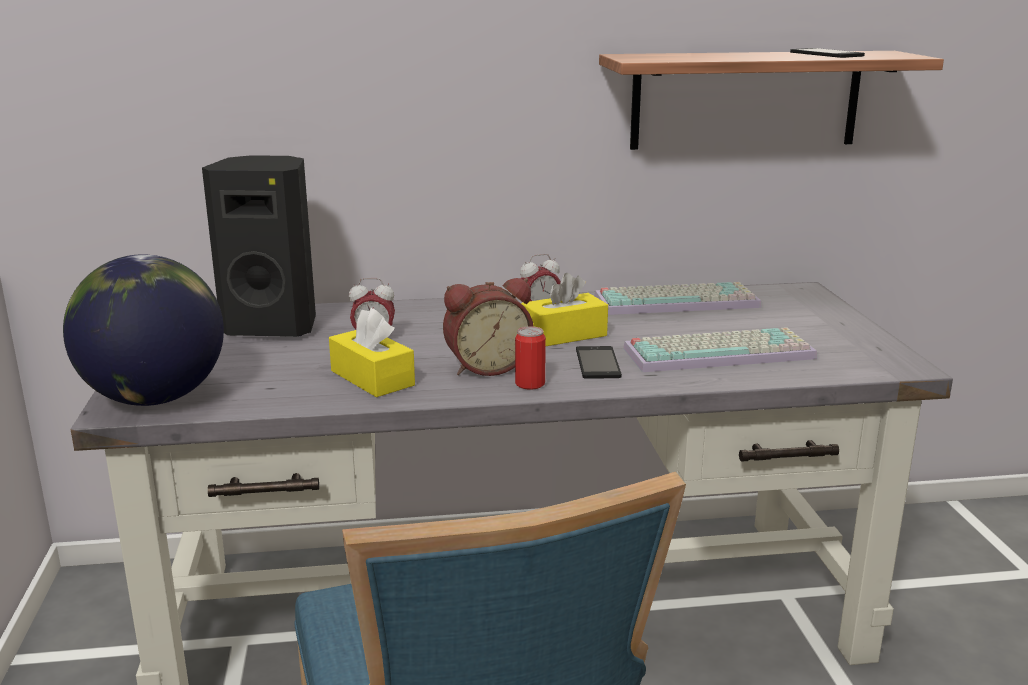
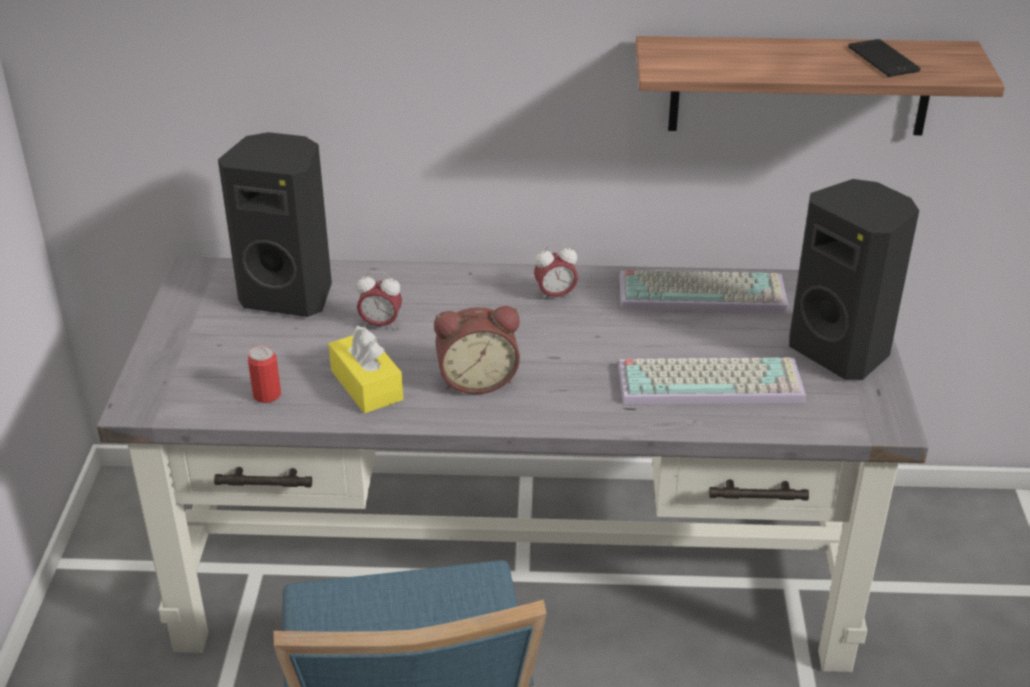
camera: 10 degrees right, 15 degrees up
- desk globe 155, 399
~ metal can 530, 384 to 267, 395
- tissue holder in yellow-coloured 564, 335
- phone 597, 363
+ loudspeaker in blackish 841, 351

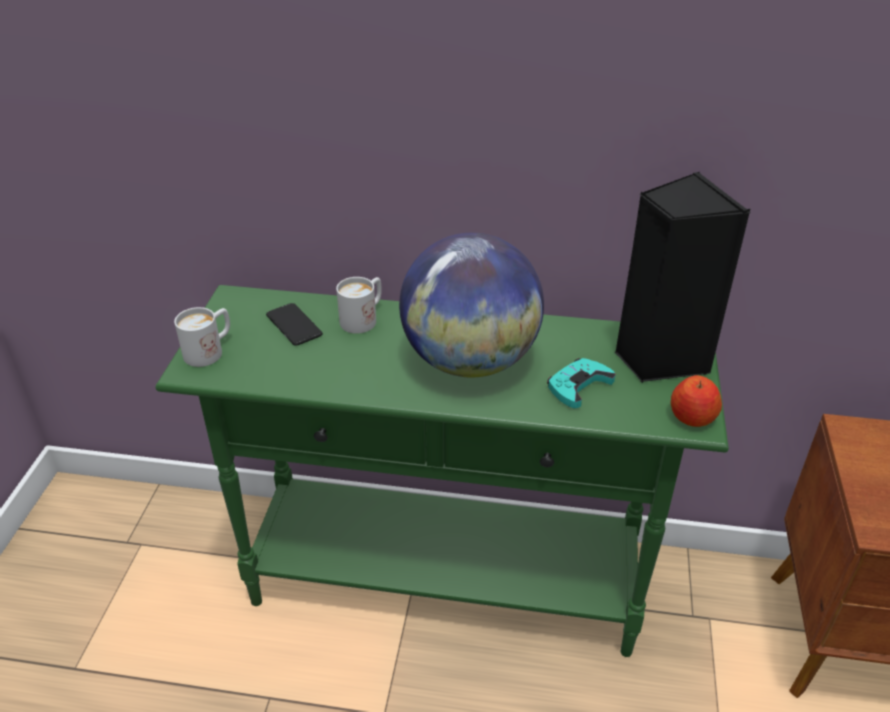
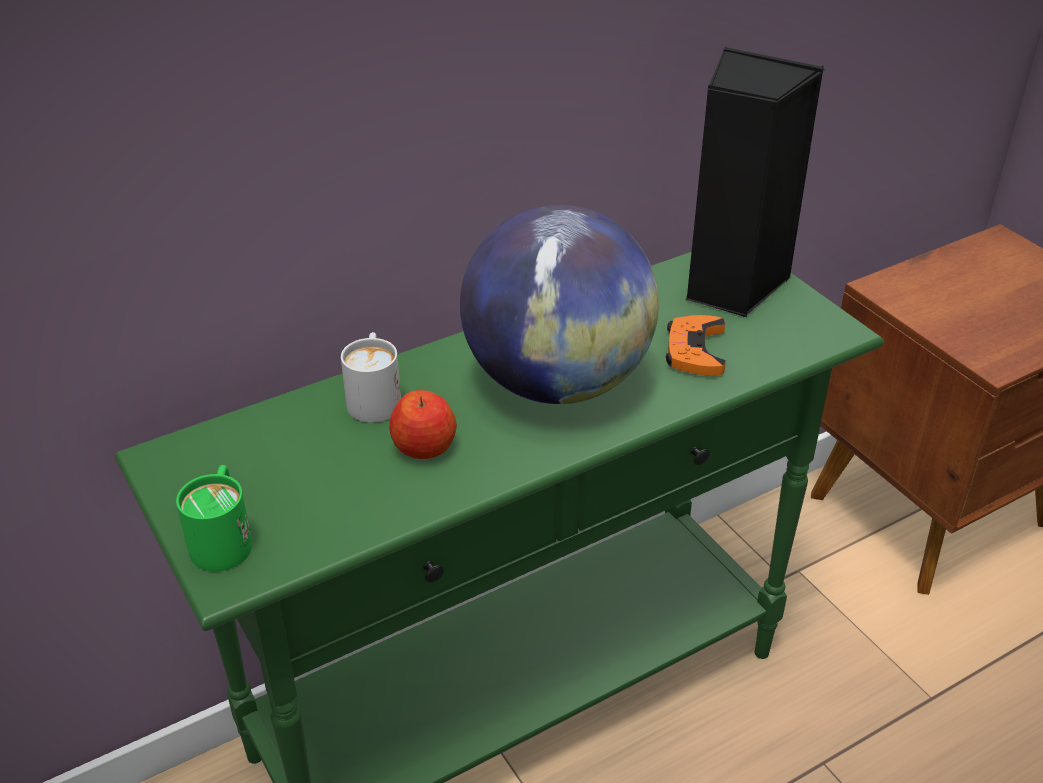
camera: 40 degrees left, 0 degrees up
~ coffee mug in white-coloured 210, 350 to coffee mug in green-coloured 224, 538
- phone 294, 325
~ game controller in turquoise 578, 386 to game controller in orange 694, 351
~ whole apple 692, 417 to 424, 447

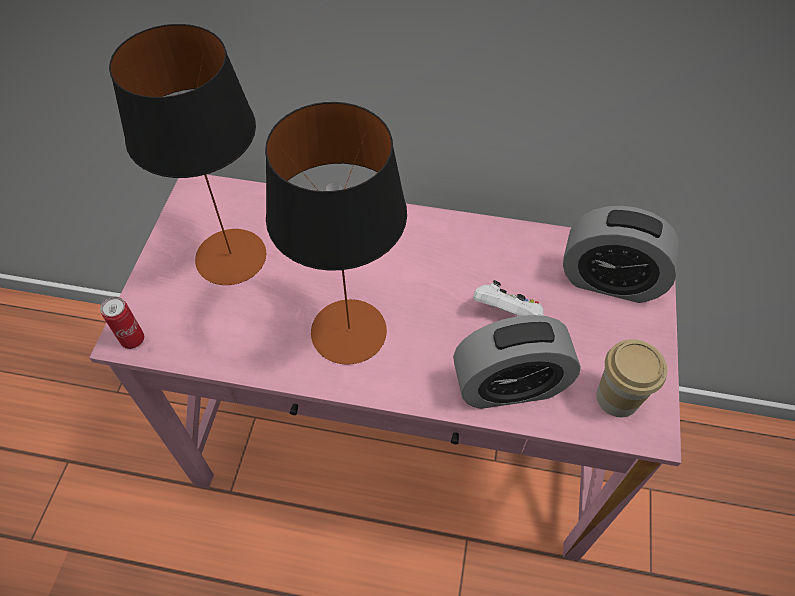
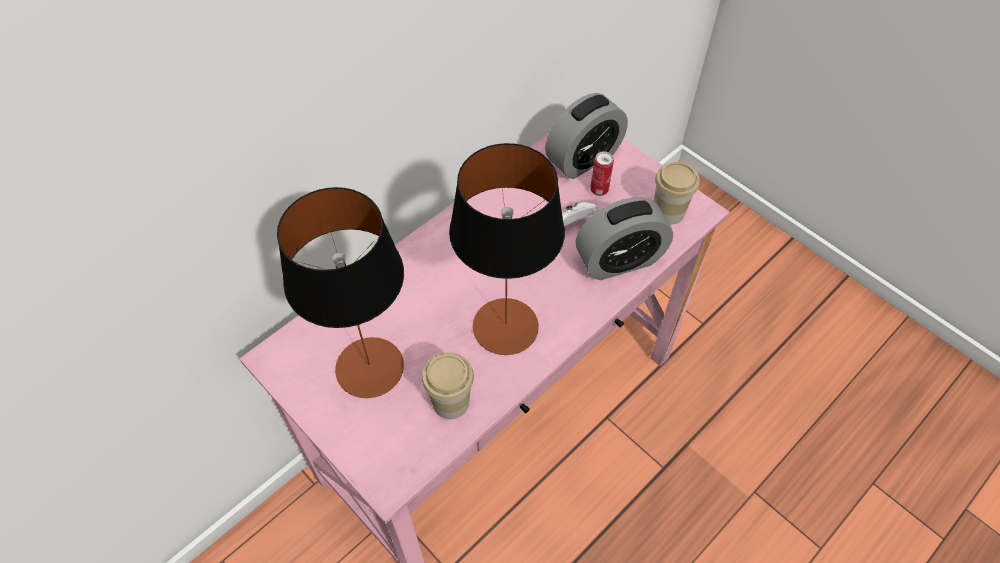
camera: 55 degrees left, 0 degrees up
~ metal can 133, 340 to 599, 190
~ table clock 509, 385 = 619, 260 45 degrees clockwise
+ cup 450, 402

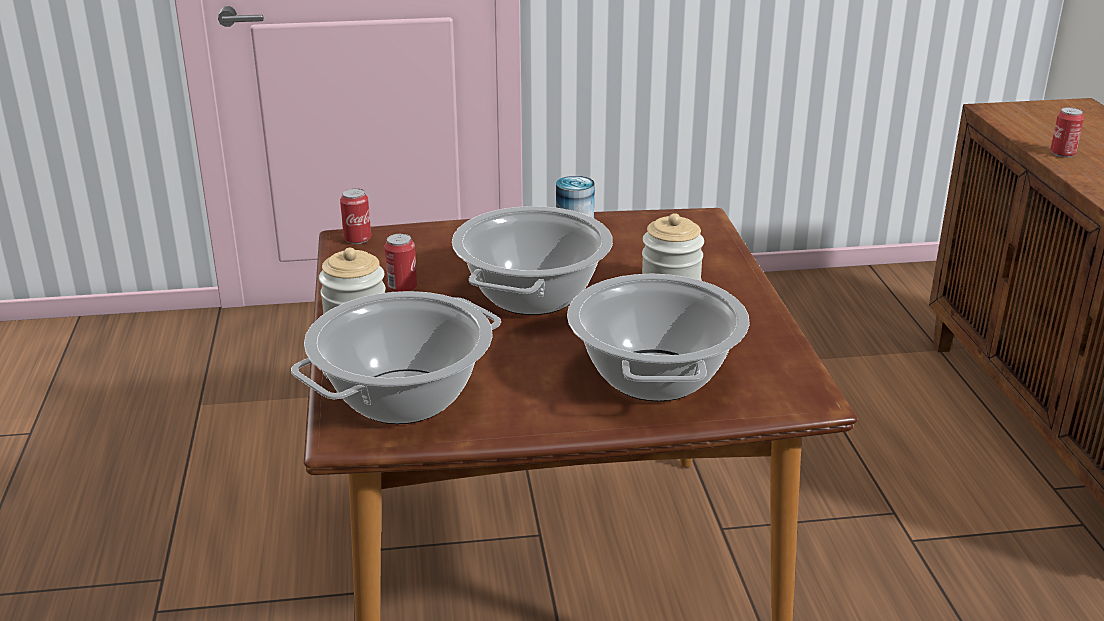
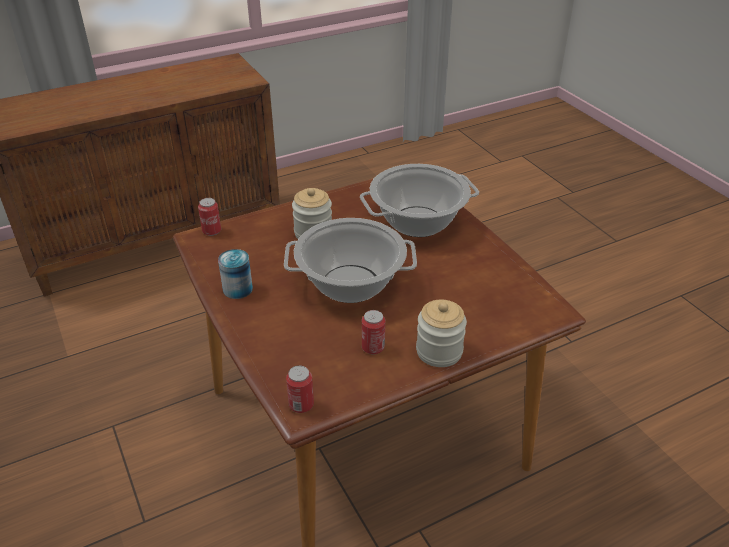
camera: 110 degrees left, 10 degrees up
- cooking pot 403, 398
~ metal can 1062, 153 to 212, 231

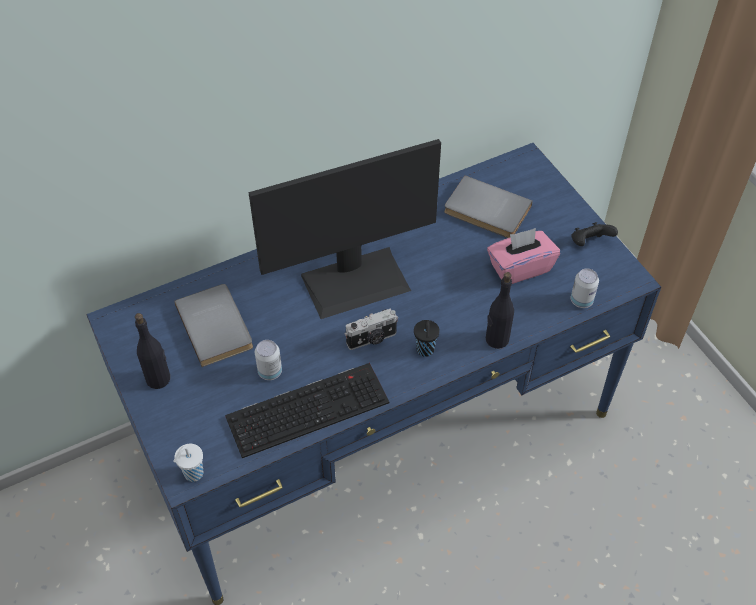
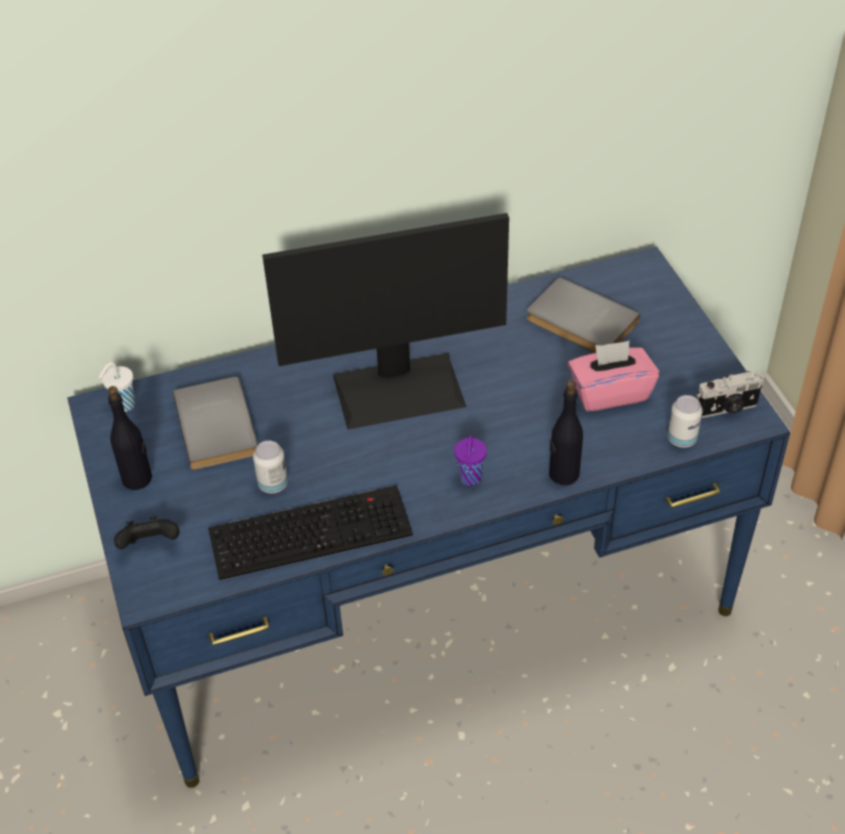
camera: 10 degrees right, 5 degrees down
~ cup in white-coloured 192, 474 to 123, 405
~ still camera 372, 339 to 727, 409
~ cup in blackish 425, 350 to cup in purple-coloured 470, 479
~ game controller in blackish 589, 243 to 150, 545

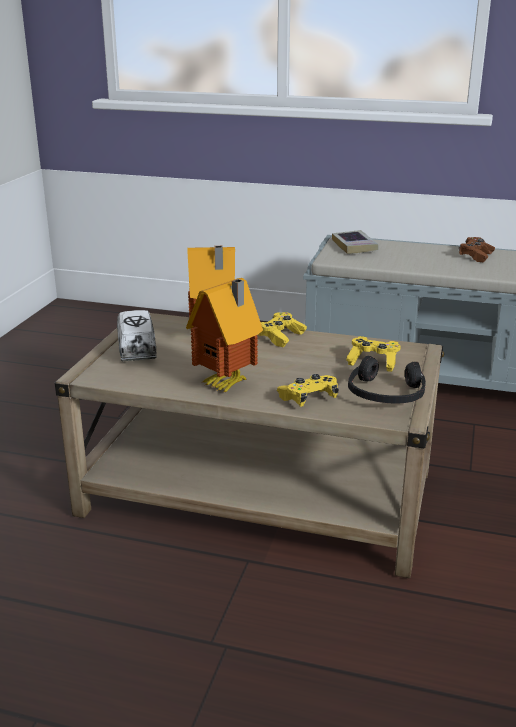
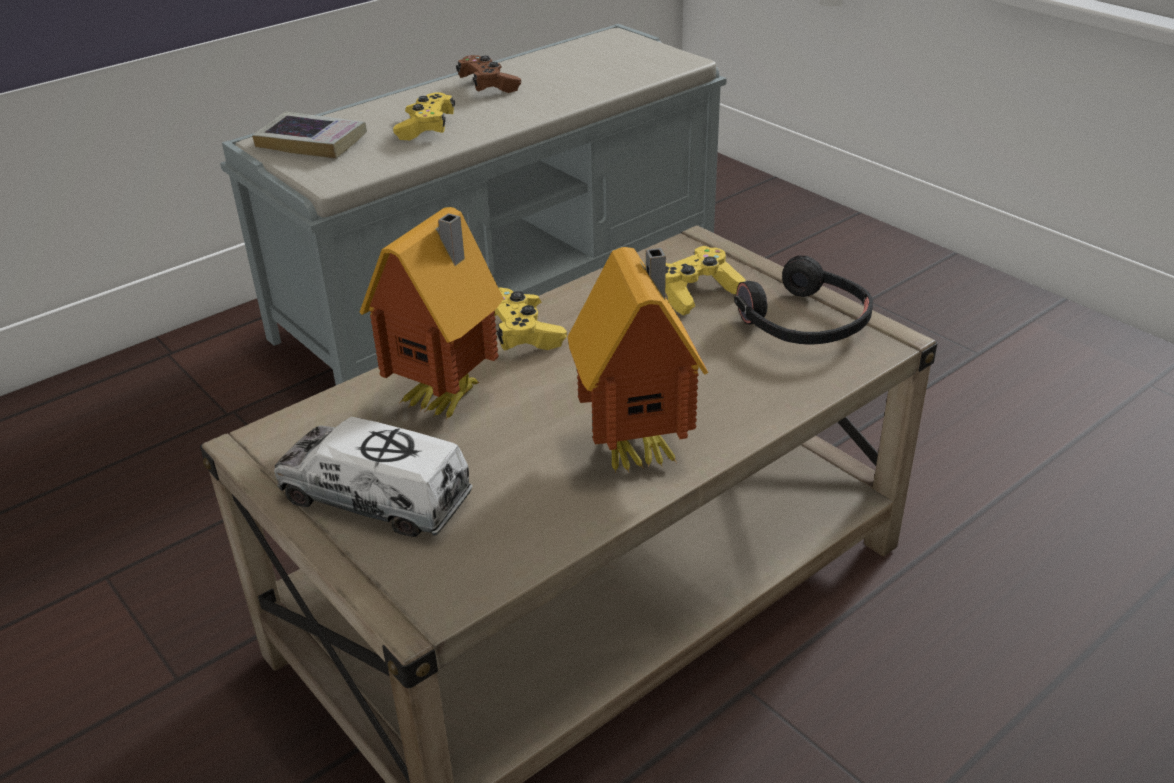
camera: 55 degrees left, 10 degrees up
~ game controller in yellow-coloured 308, 399 to 426, 128

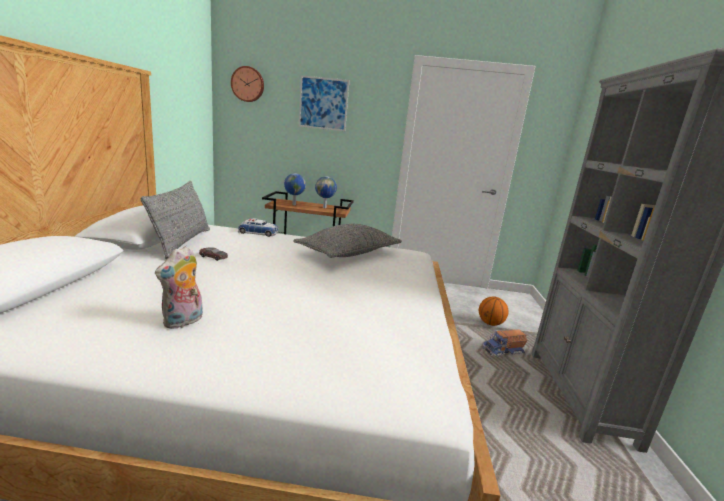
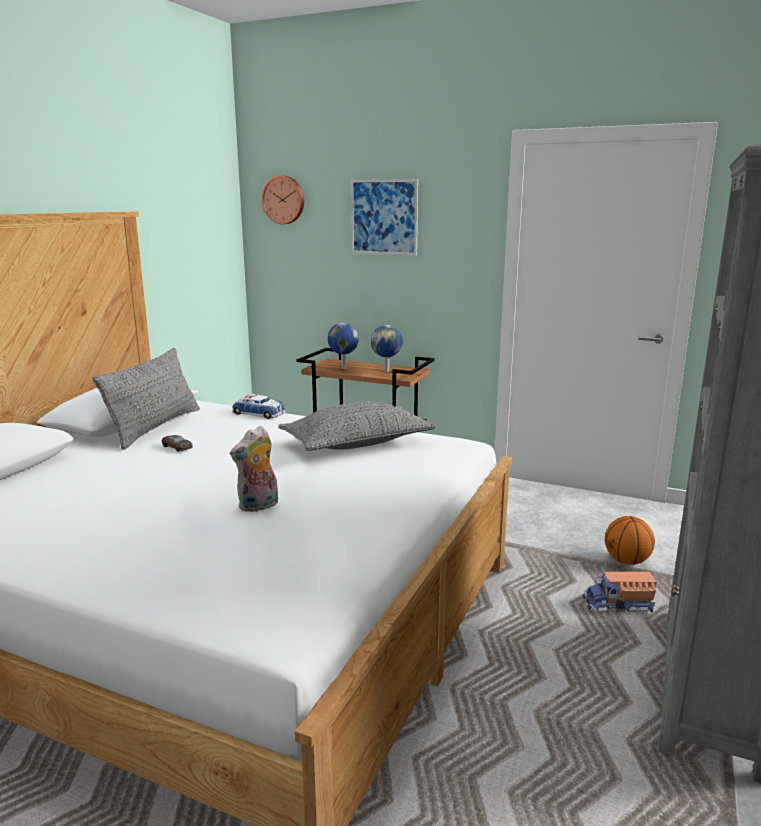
camera: 20 degrees right, 0 degrees up
~ soft toy 183, 322 to 259, 506

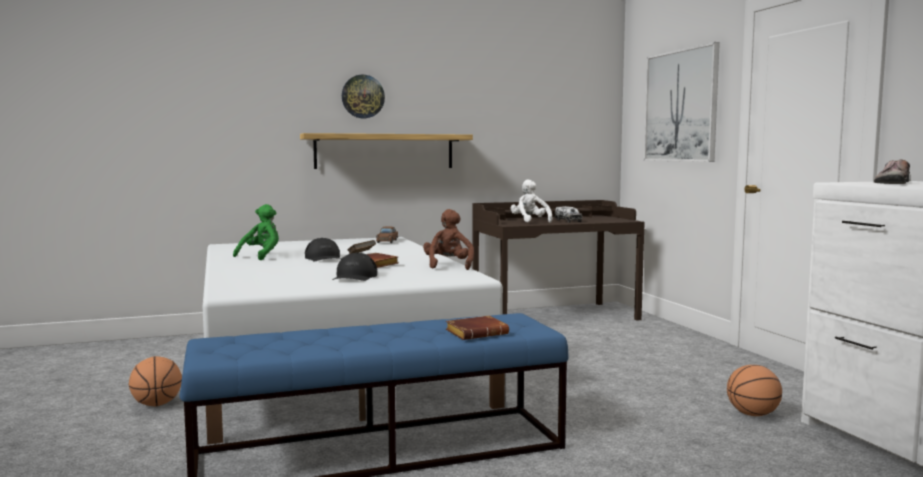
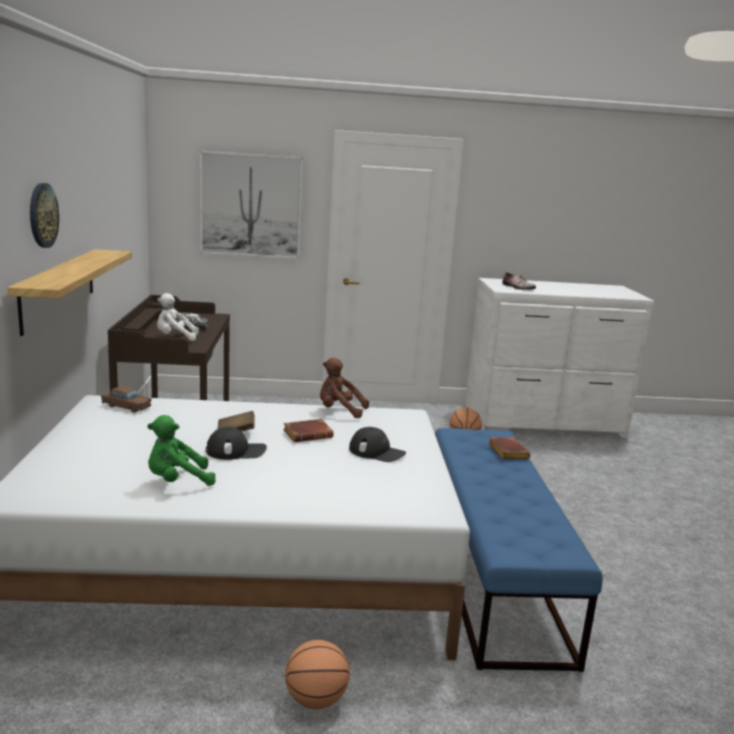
camera: 75 degrees left, 10 degrees up
~ soft toy in green-coloured 261, 256 = 177, 481 60 degrees counterclockwise

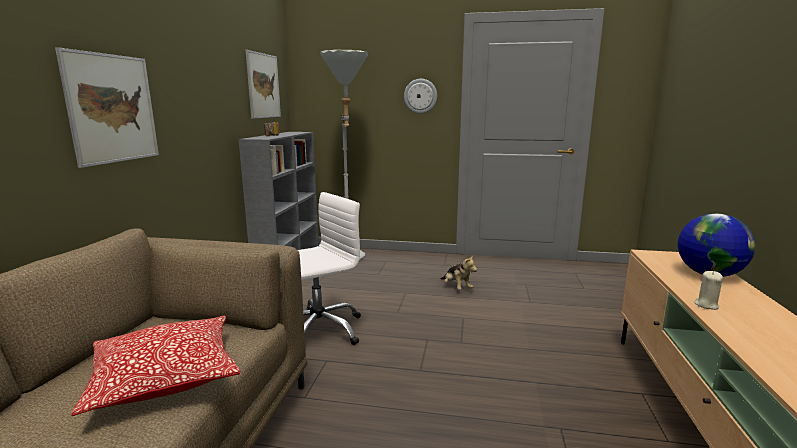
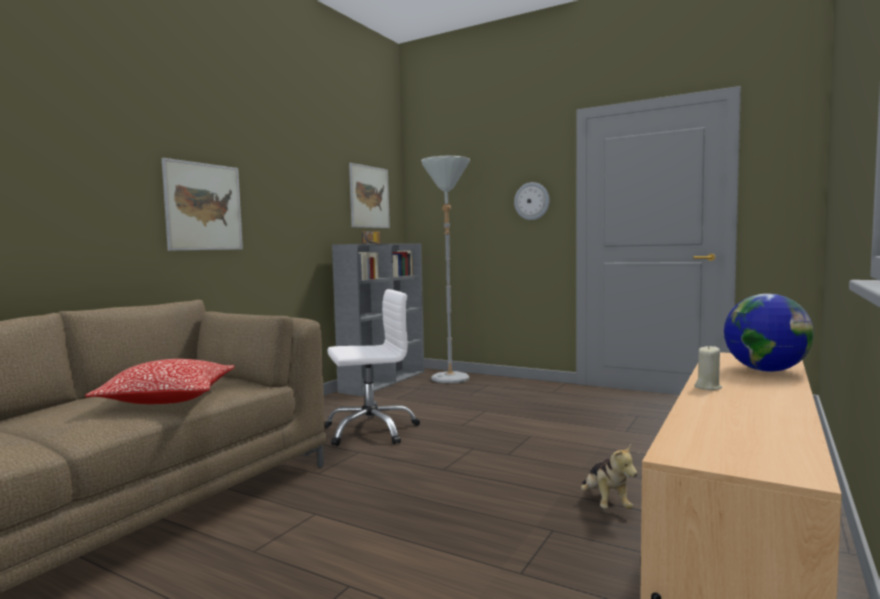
camera: 20 degrees right, 10 degrees down
~ soft toy 456, 287 to 605, 504

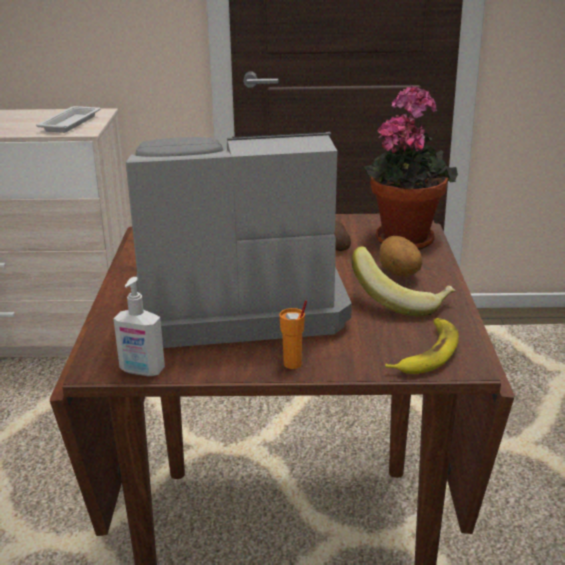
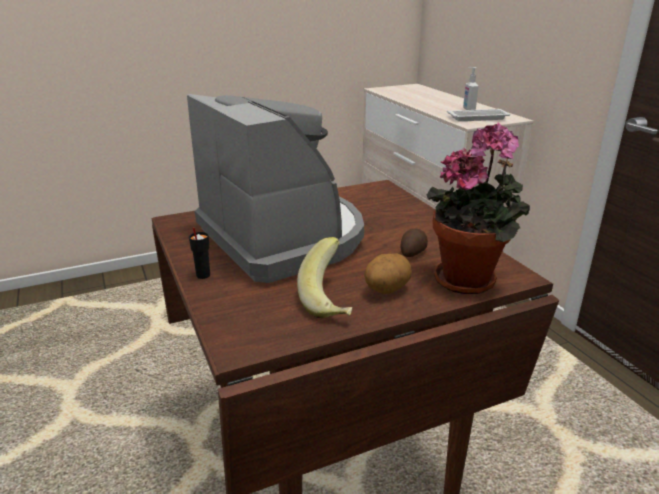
camera: 65 degrees right, 0 degrees up
~ soap bottle 142, 371 to 468, 109
~ cup in orange 293, 364 to cup in blackish 202, 275
- banana 427, 352

